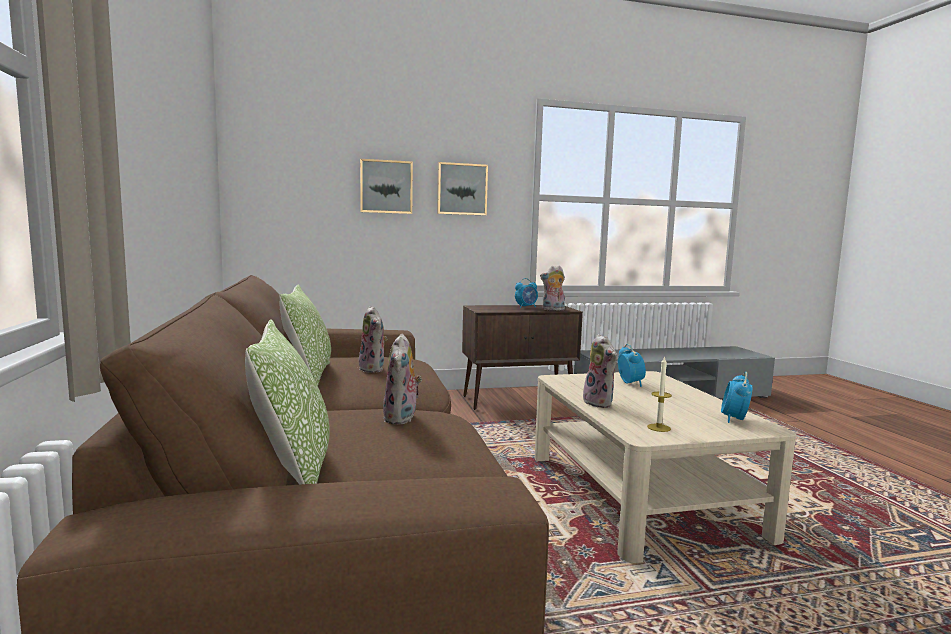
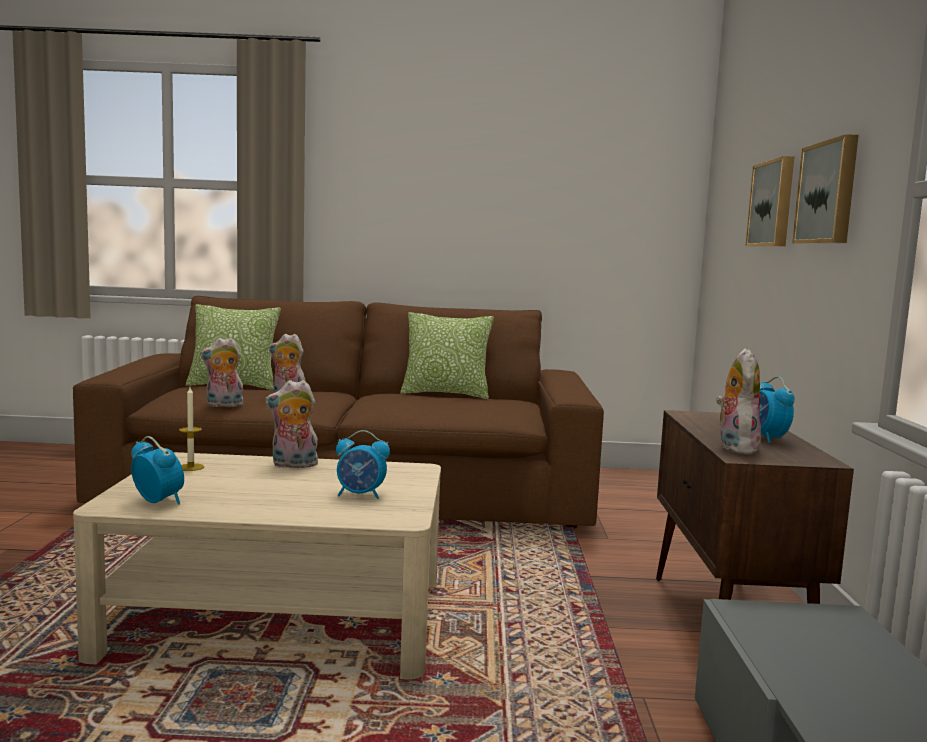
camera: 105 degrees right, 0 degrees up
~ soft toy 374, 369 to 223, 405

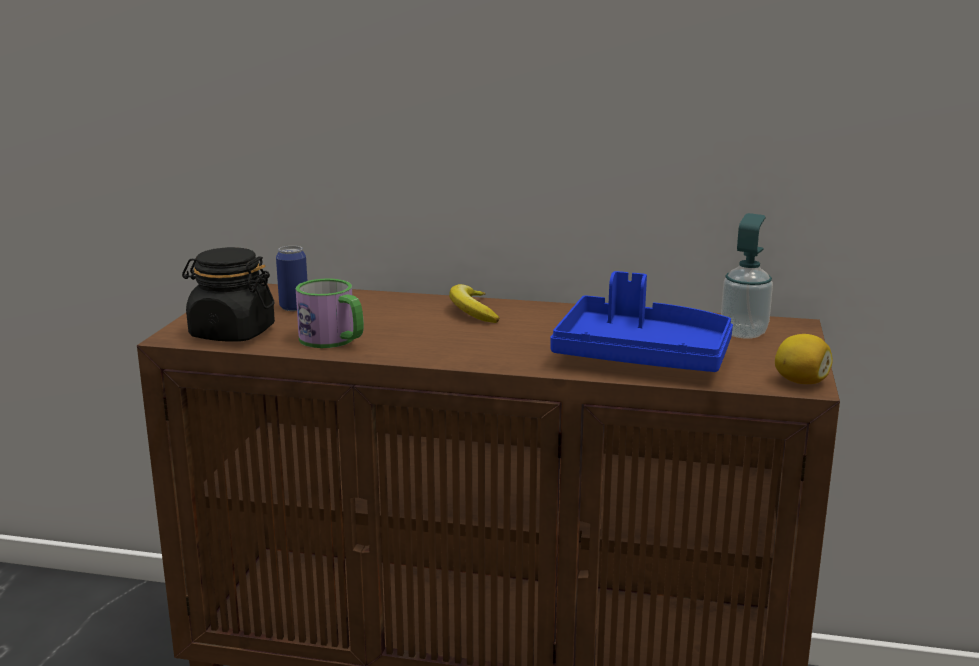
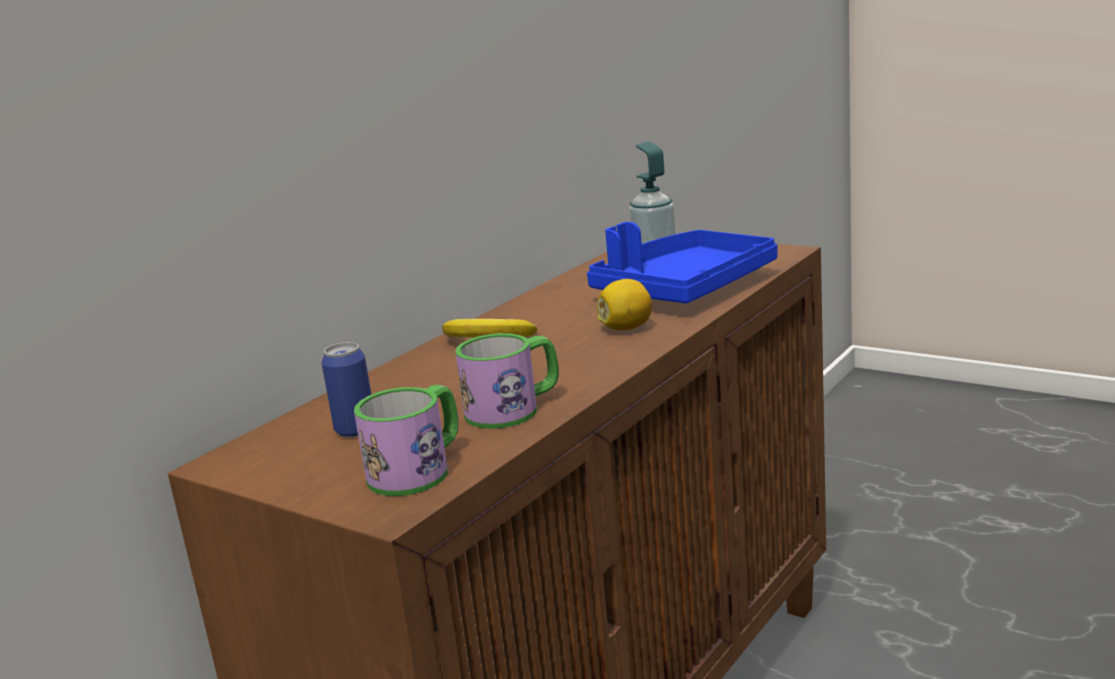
camera: 65 degrees left, 0 degrees up
~ jar in blackish 232, 333 to coffee mug 419, 469
~ lemon 801, 381 to 626, 328

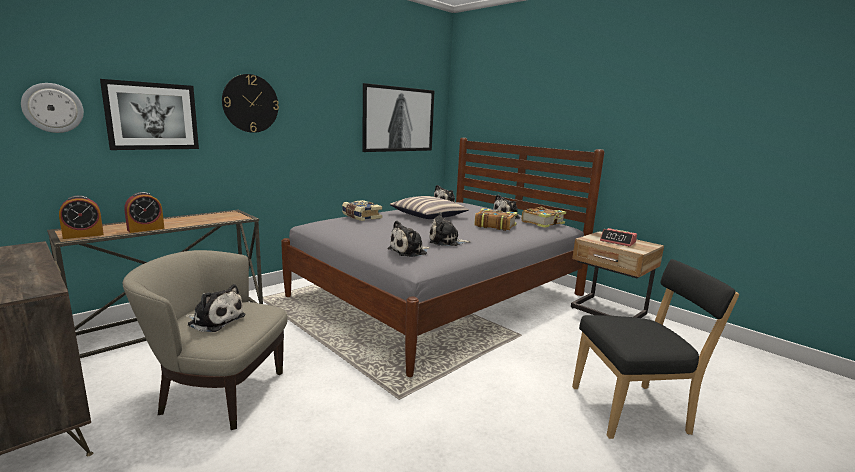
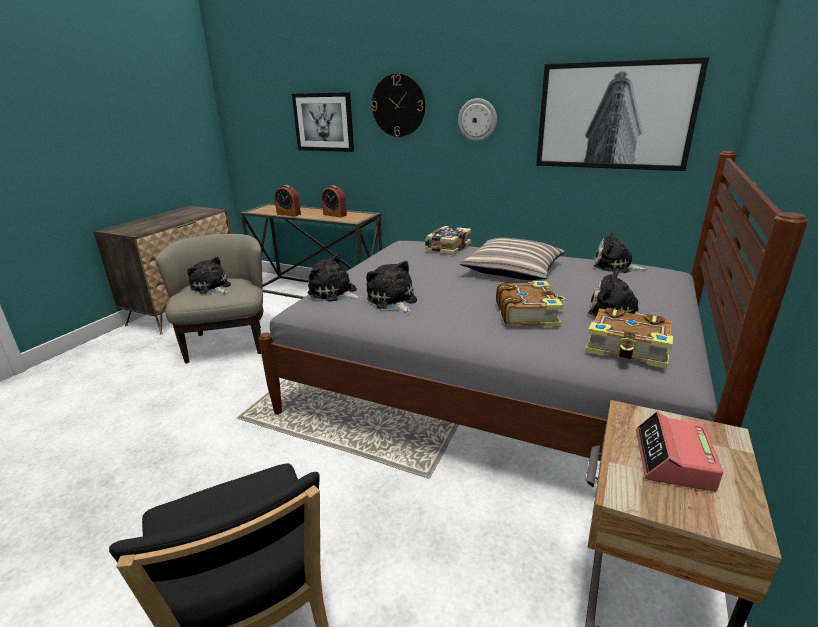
camera: 70 degrees right, 10 degrees up
~ clock on the wall 53, 108 to 477, 120
~ table clock 83, 235 to 335, 215
~ soft toy 215, 320 = 211, 287 135 degrees clockwise

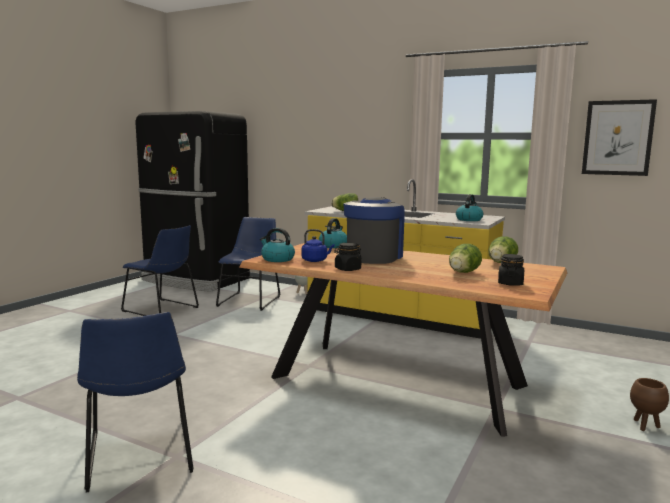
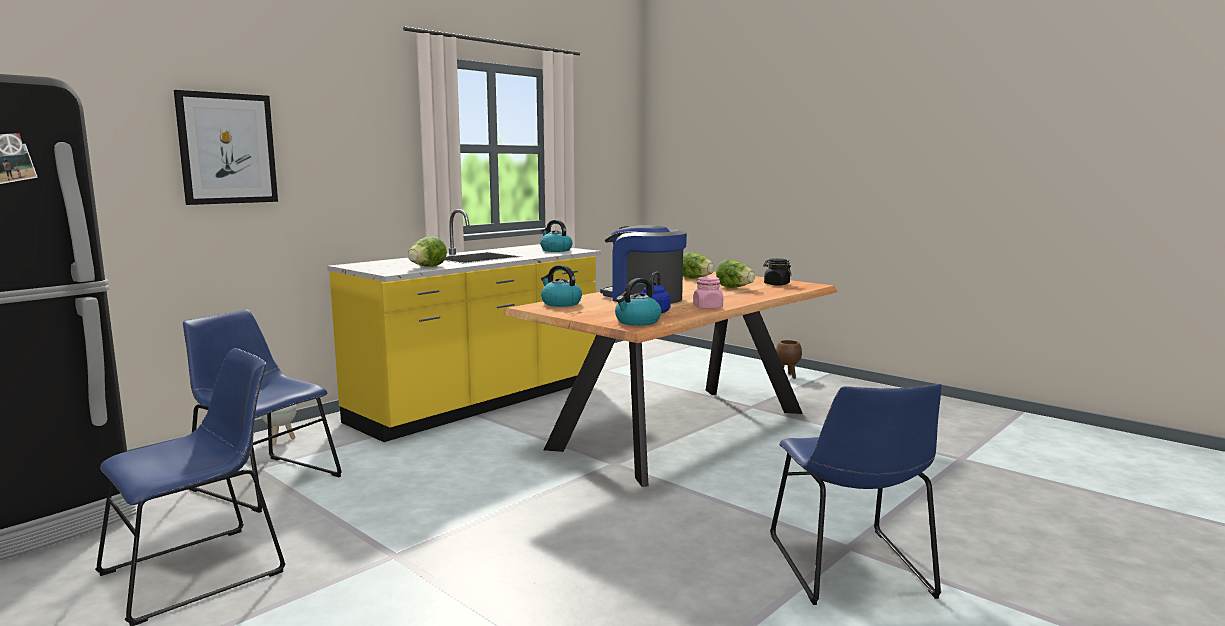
camera: 75 degrees left, 0 degrees up
~ plain chair in bluish 140, 456 = 851, 569 90 degrees clockwise
~ jar in blackish 347, 269 to jar in pinkish 708, 307
~ wall picture 617, 138 to 227, 148

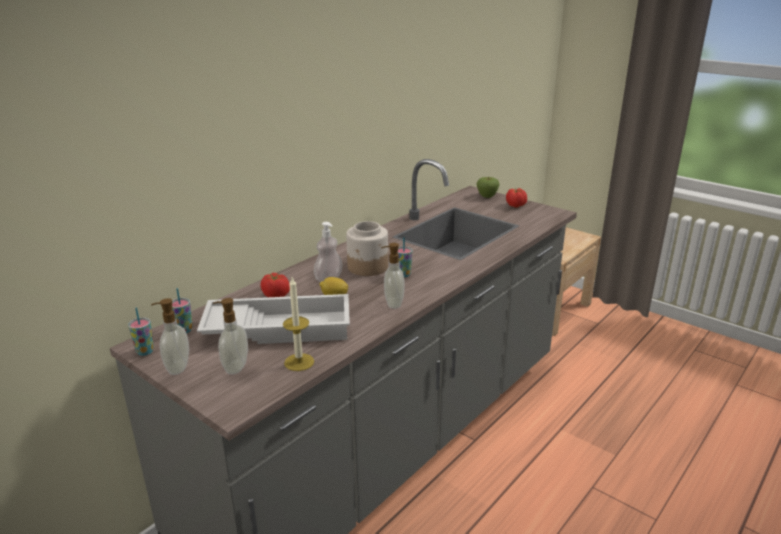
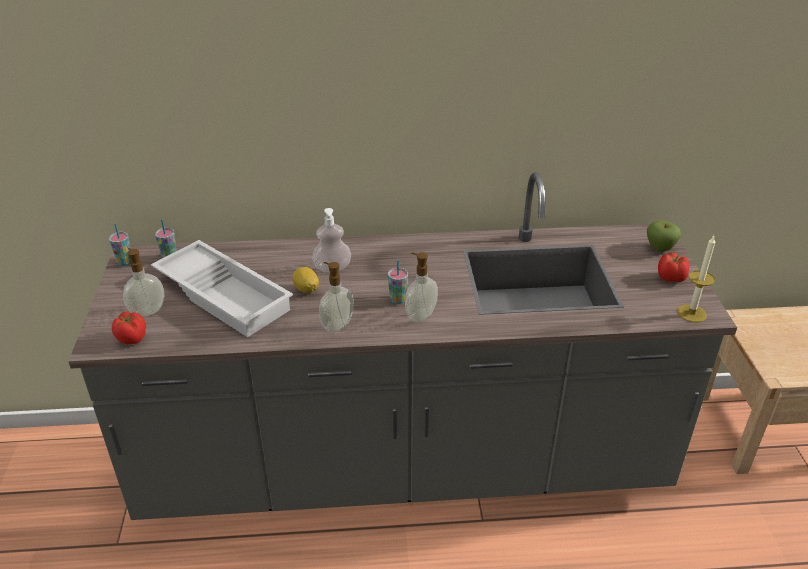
camera: 45 degrees right, 10 degrees up
~ soap bottle 177, 368 to 420, 315
~ fresh tomato 276, 296 to 132, 338
~ candle 299, 362 to 691, 313
- jar 368, 267

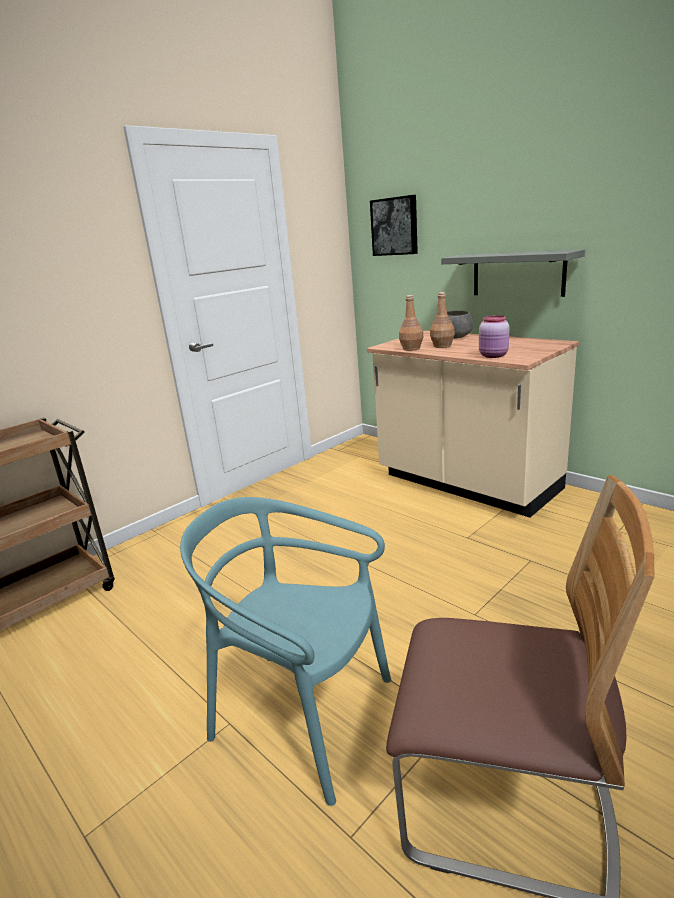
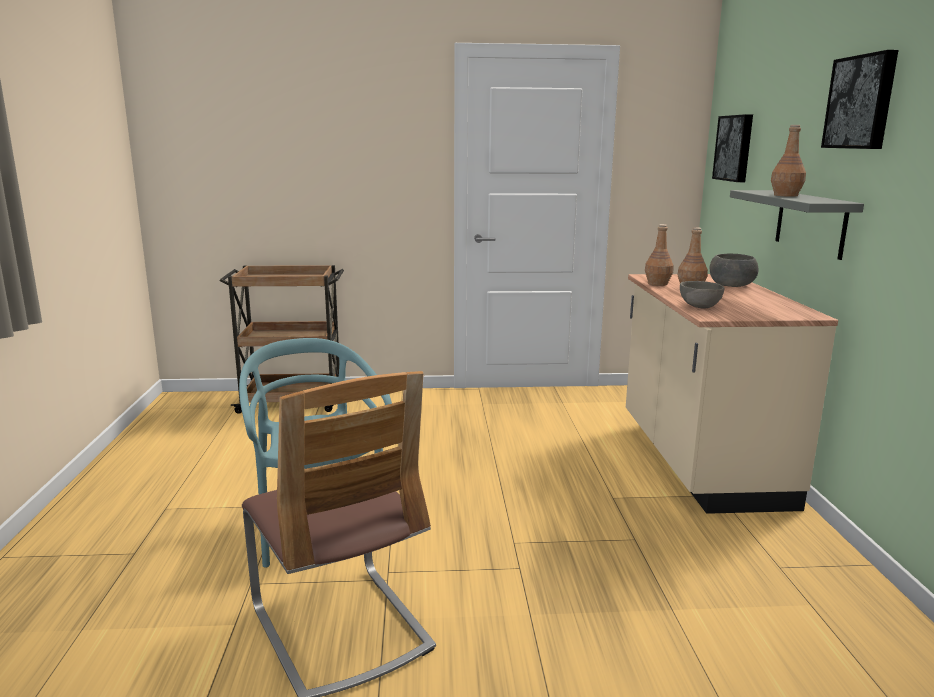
camera: 40 degrees right, 5 degrees down
~ jar in pinkish 493, 356 to bowl in grey 699, 307
+ bottle in brown 785, 195
+ wall picture 862, 102

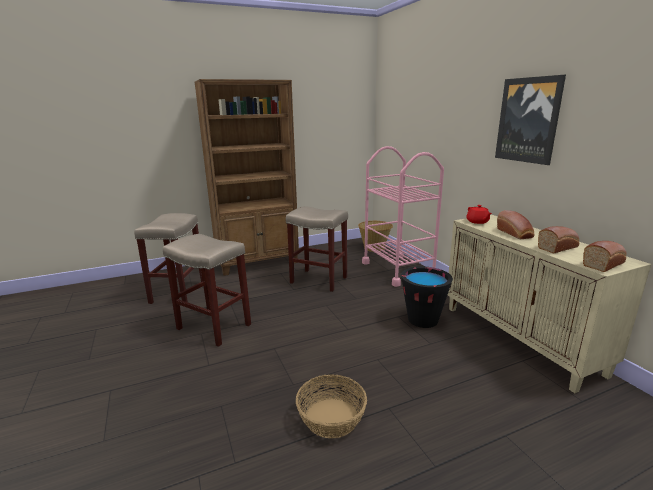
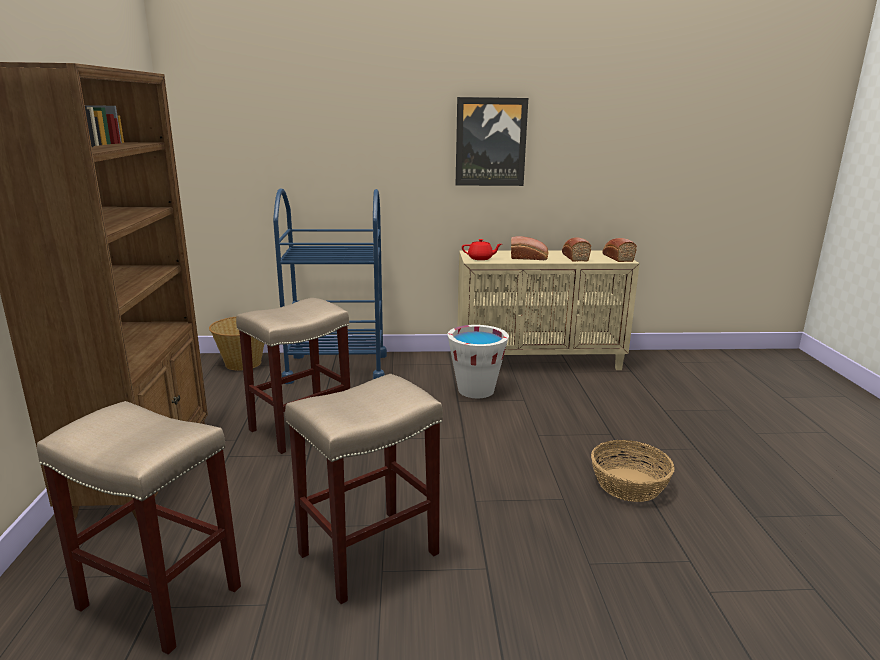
camera: 70 degrees left, 0 degrees up
~ wheeled cart in pinkish 398, 269 to wheeled cart in bluish 337, 368
~ pail in blackish 423, 320 to pail in white-coloured 476, 390

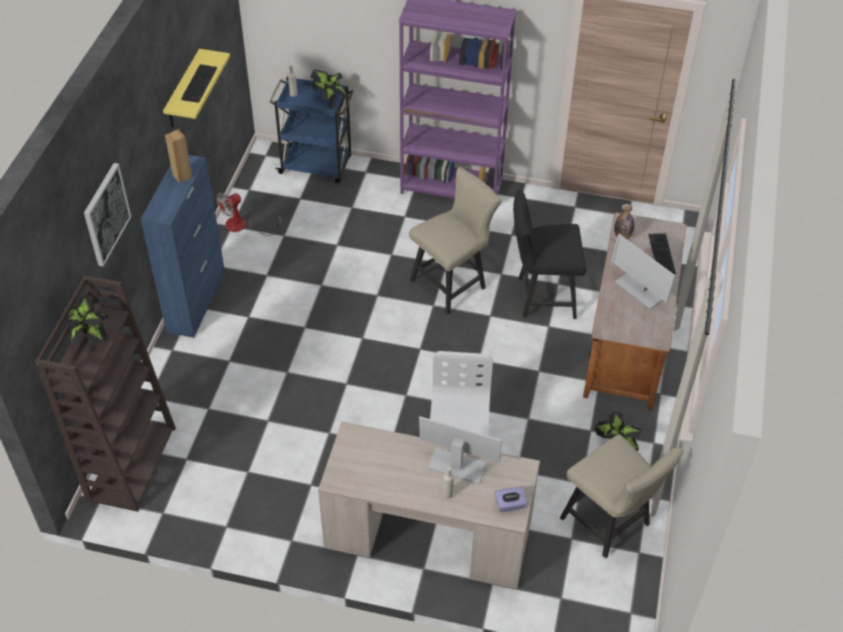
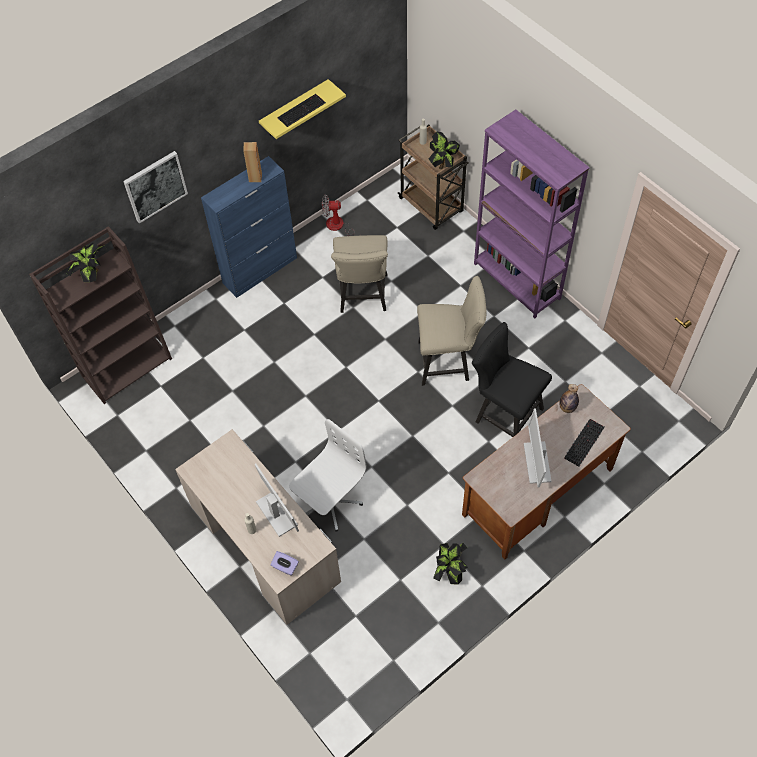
camera: 40 degrees right, 10 degrees up
~ wheeled cart in bluish 317, 166 to wheeled cart in brown 432, 206
~ plain chair in beige-coloured 610, 525 to 363, 297

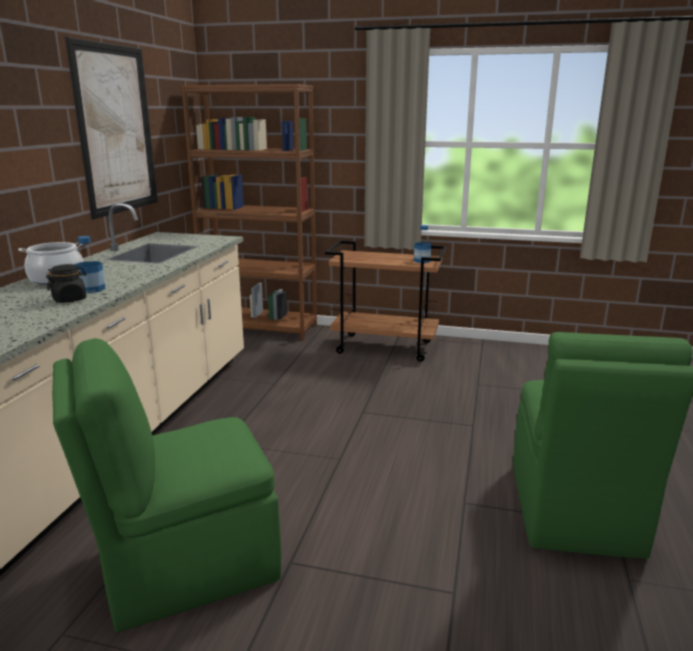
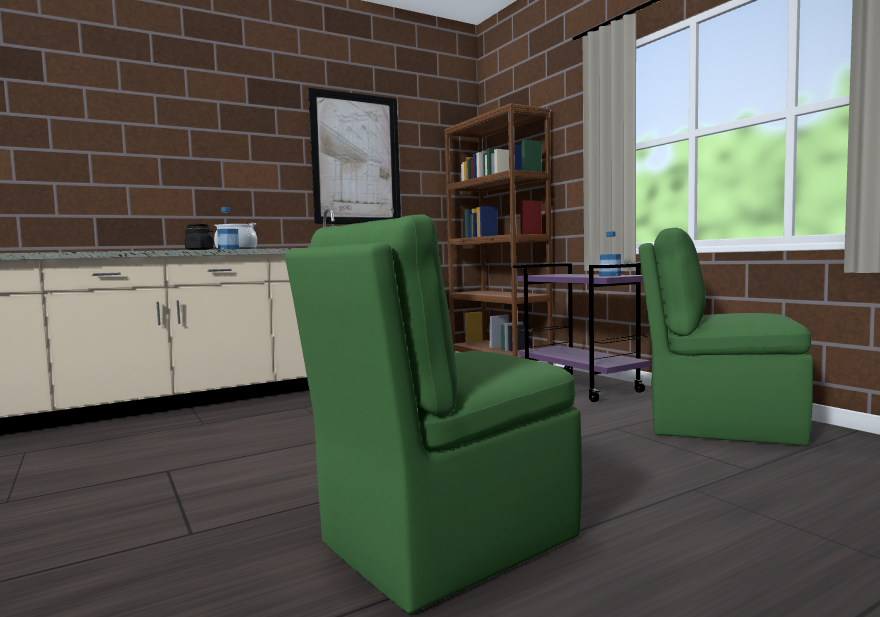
camera: 45 degrees right, 15 degrees down
~ plain chair in green-coloured 184, 566 to 717, 425
~ wheeled cart in brown 385, 347 to wheeled cart in purple-coloured 581, 387

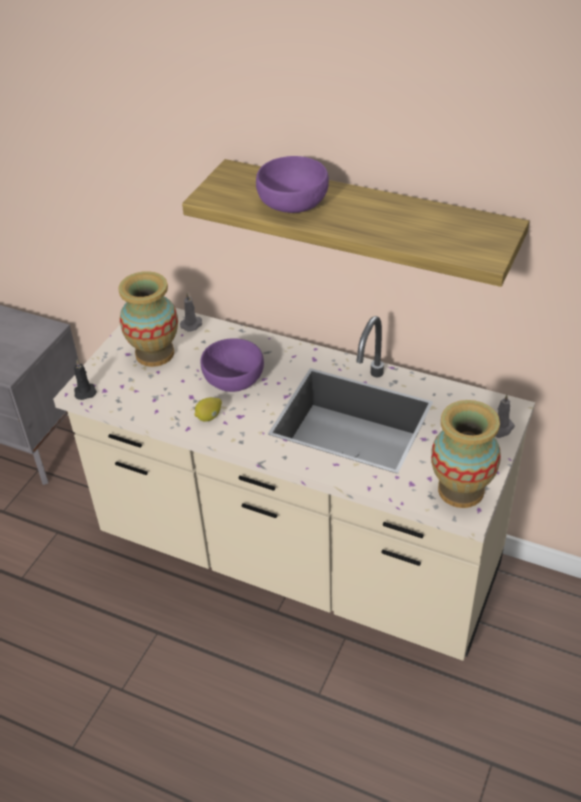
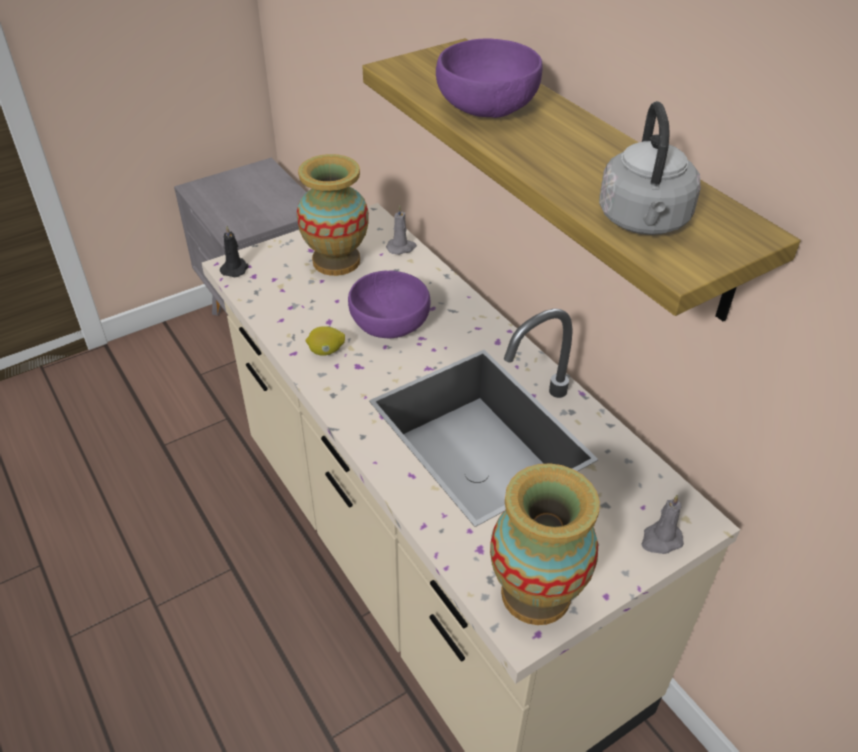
camera: 30 degrees right, 0 degrees up
+ water kettle in grey 643, 222

